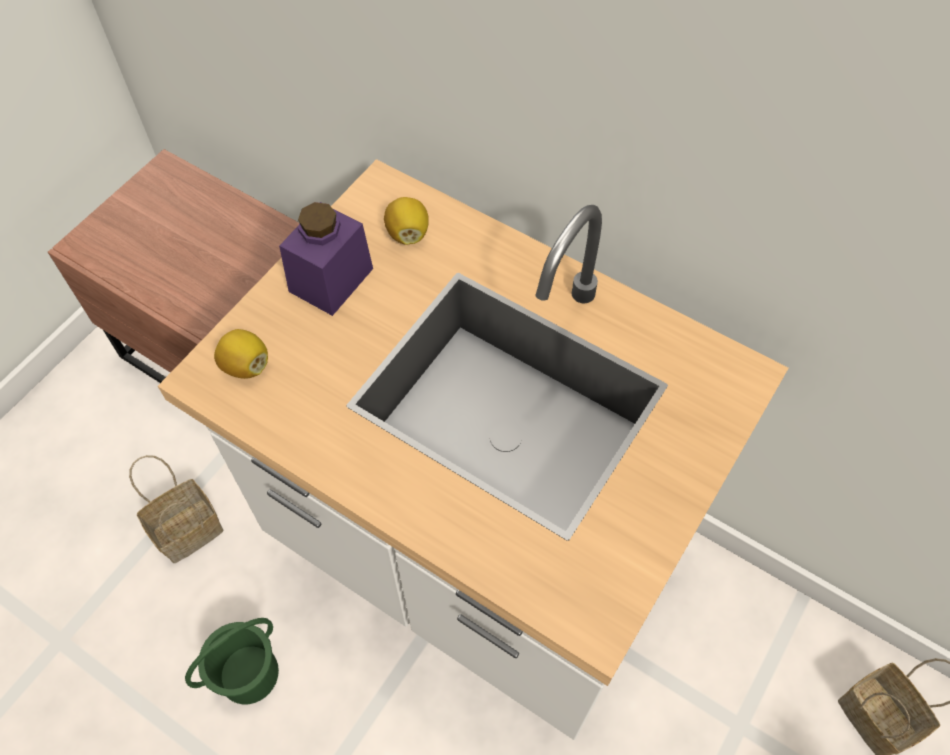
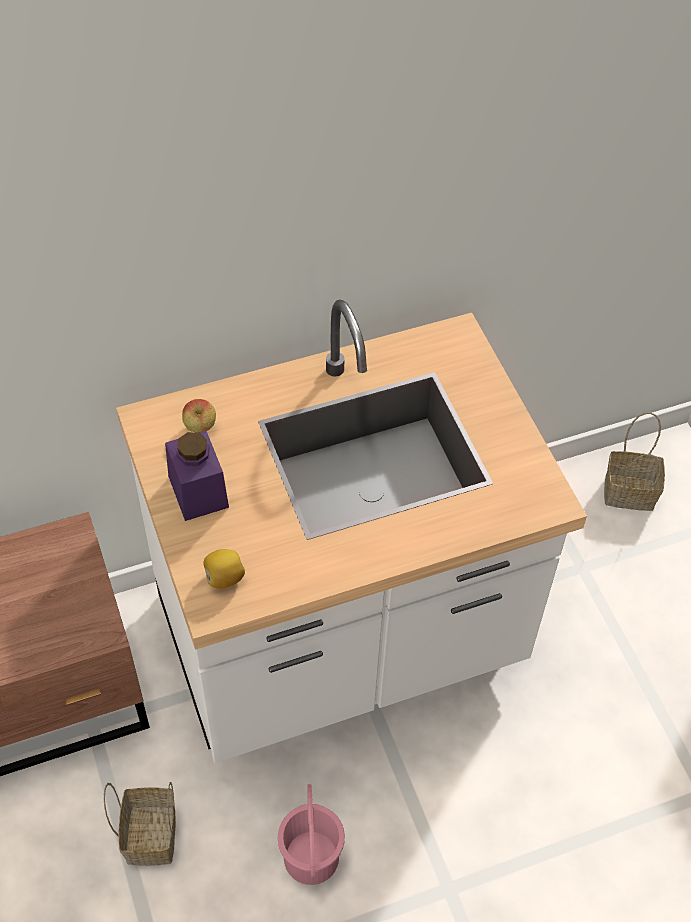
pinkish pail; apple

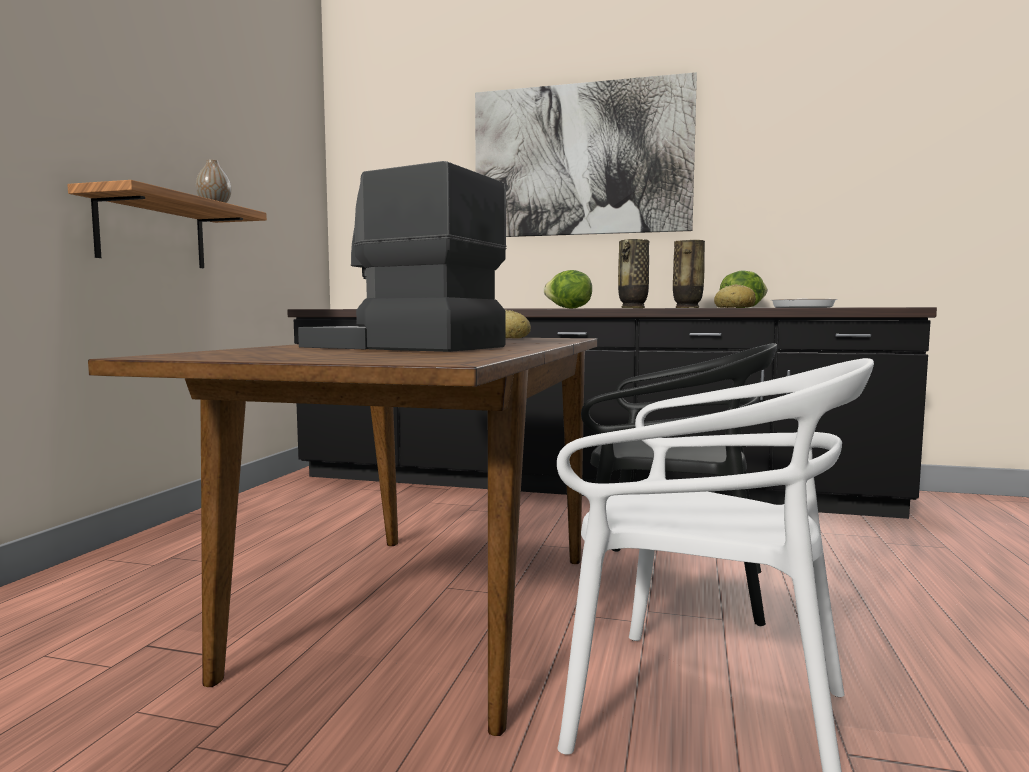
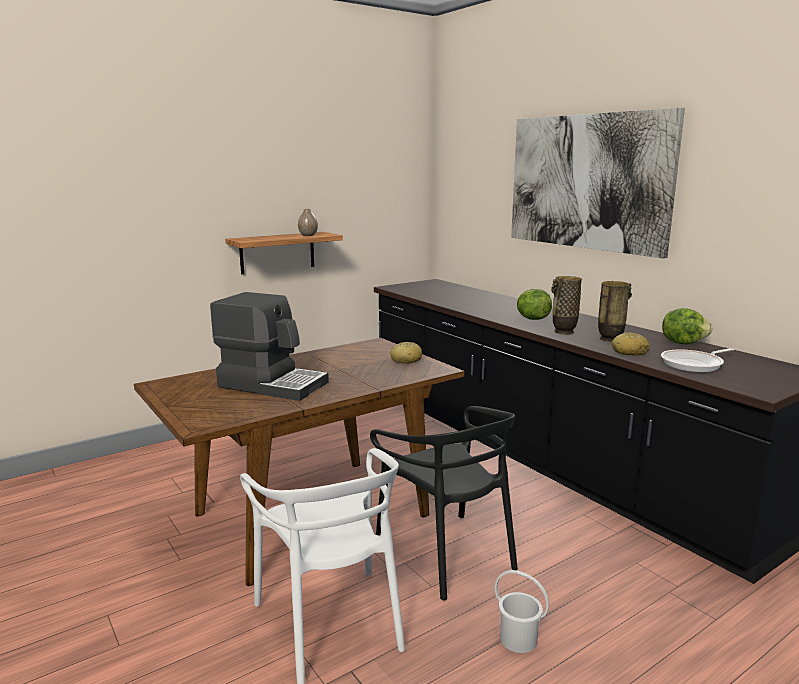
coffee machine; white pail

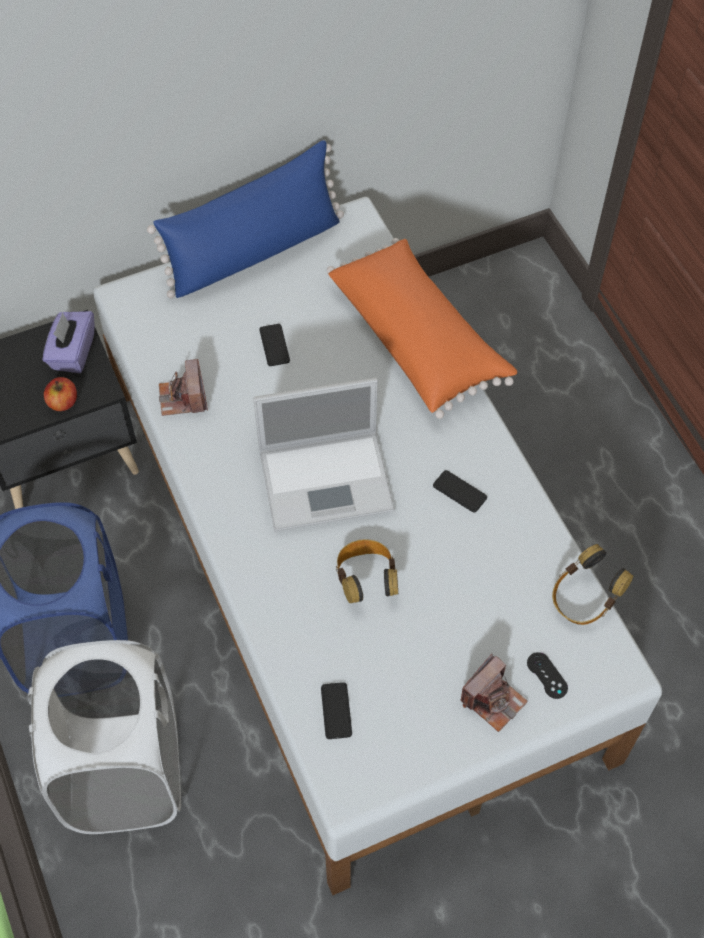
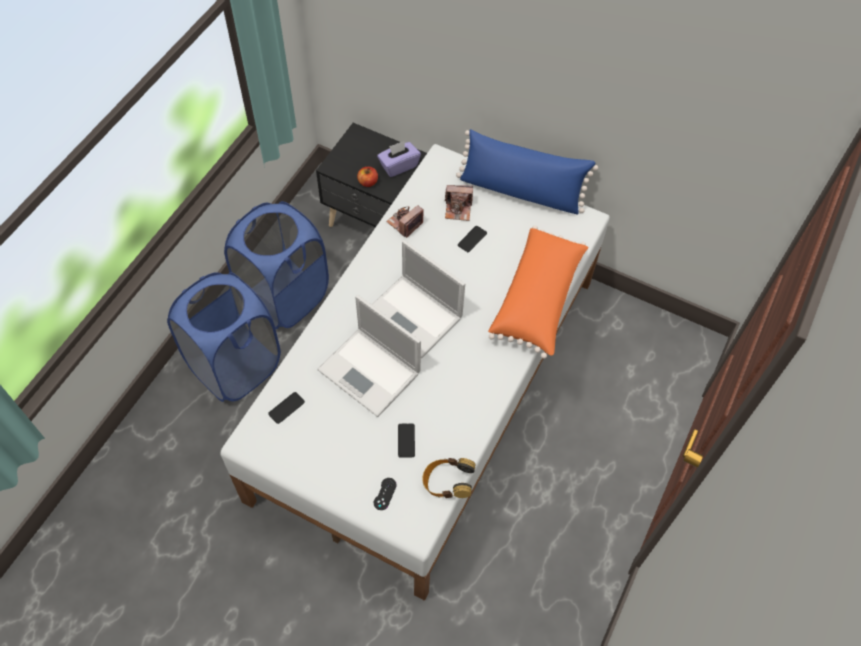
blue-coloured washing basket (1st from left); notebook computer (1st from left); phone (2nd from left); photo camera (2nd from left)

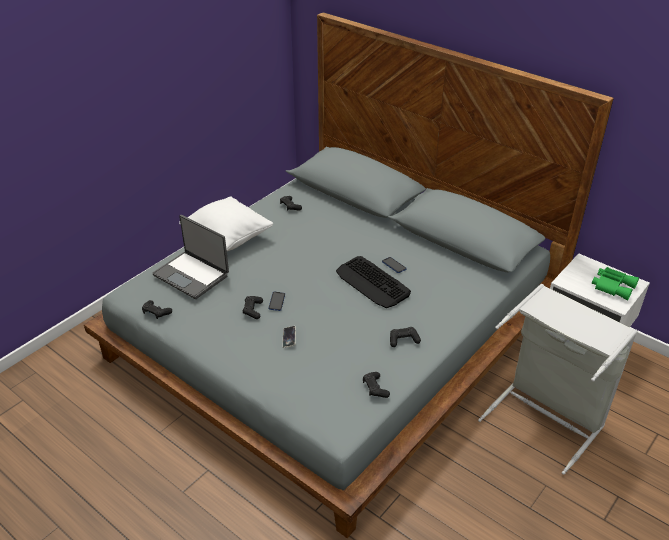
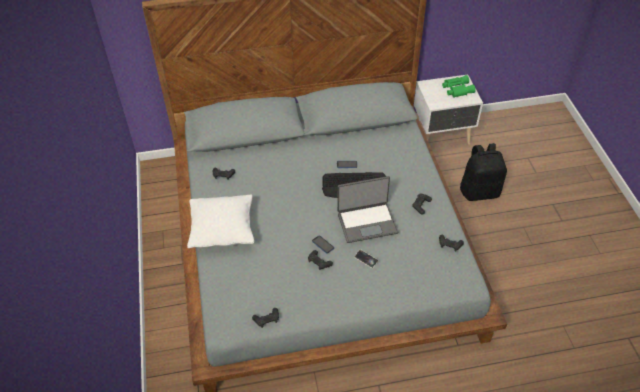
notebook computer; black-coloured knapsack

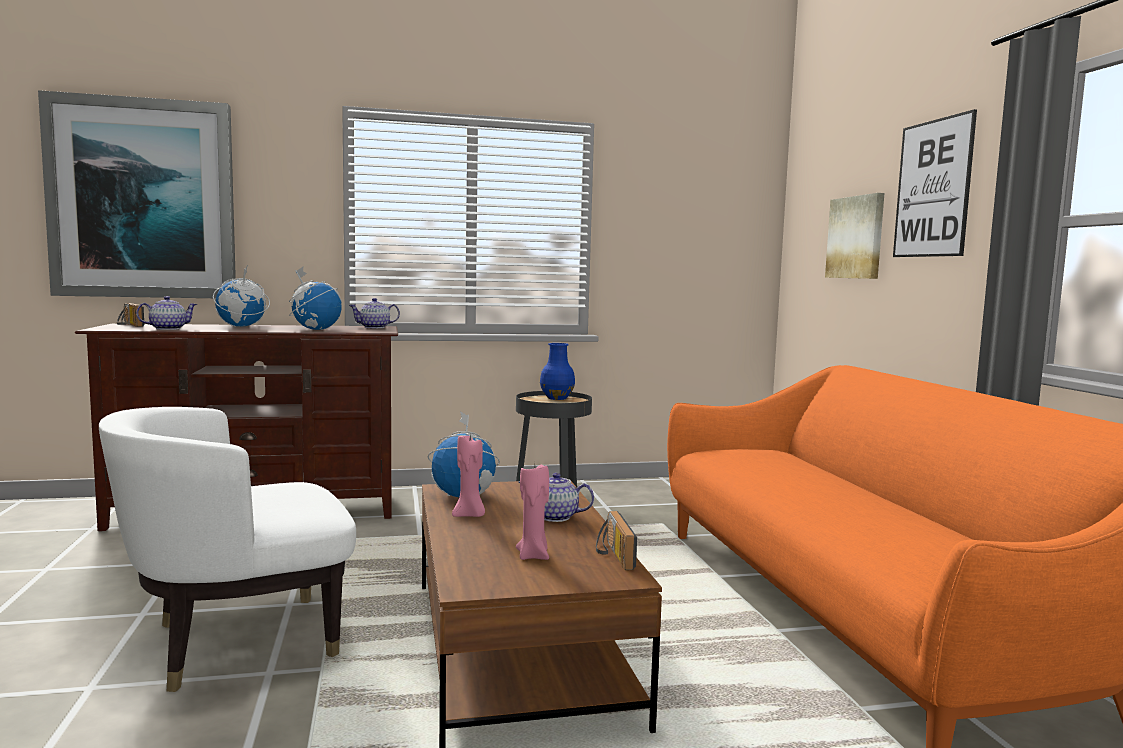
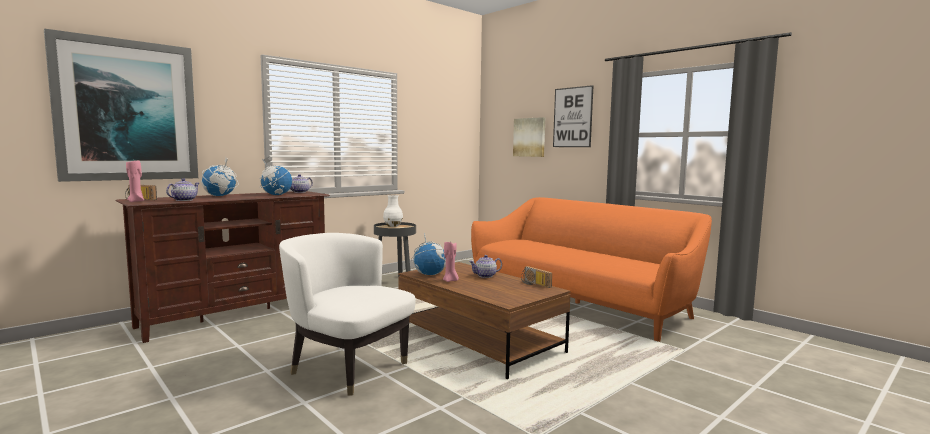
white armchair; pinkish wax light (1st from left); white flower vase

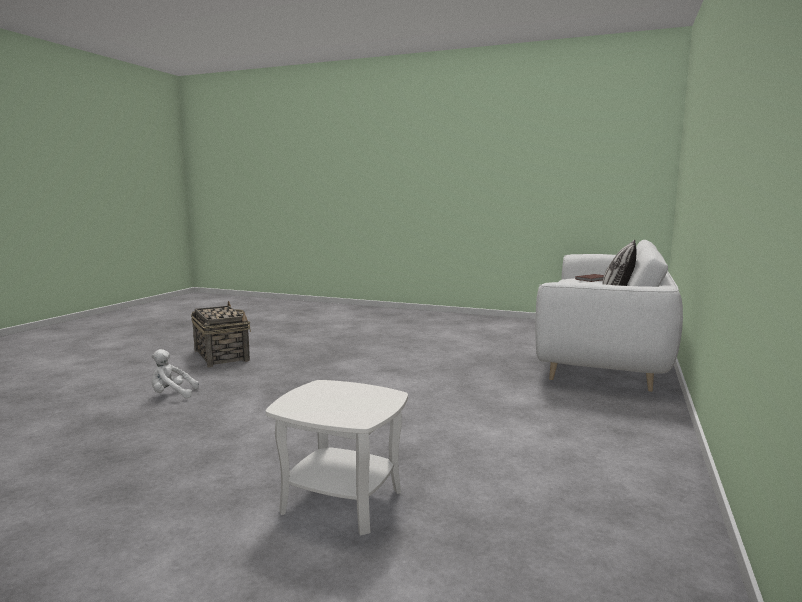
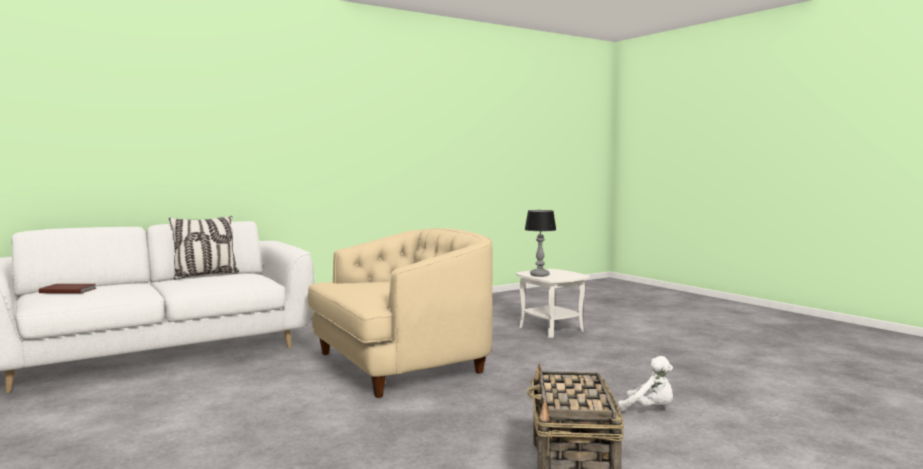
beige armchair; lamp for a table

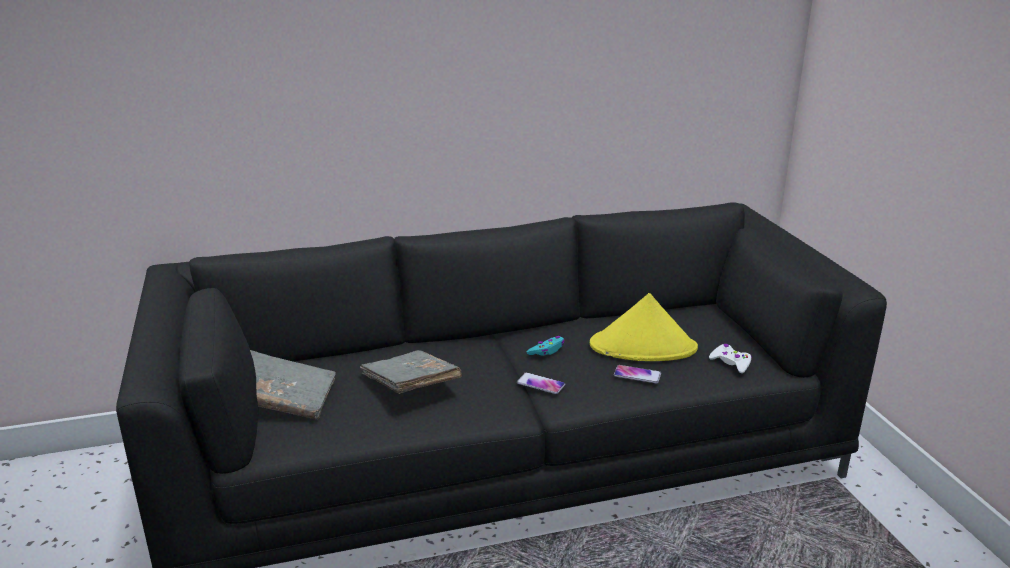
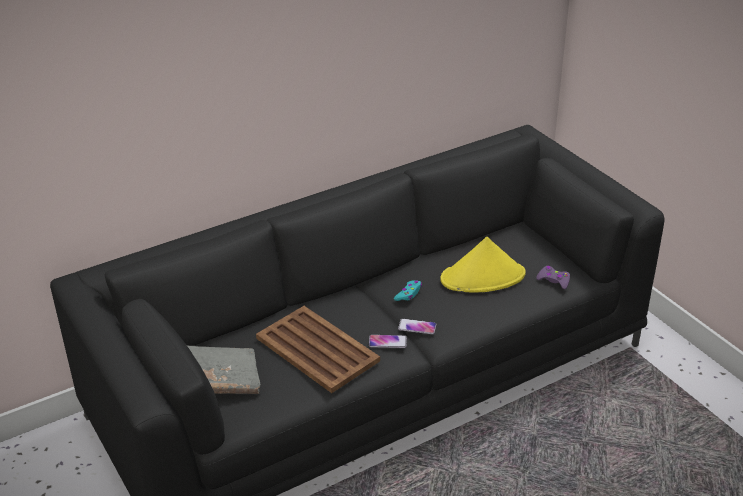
brownish serving tray; phone (1st from left); purplish gamepad

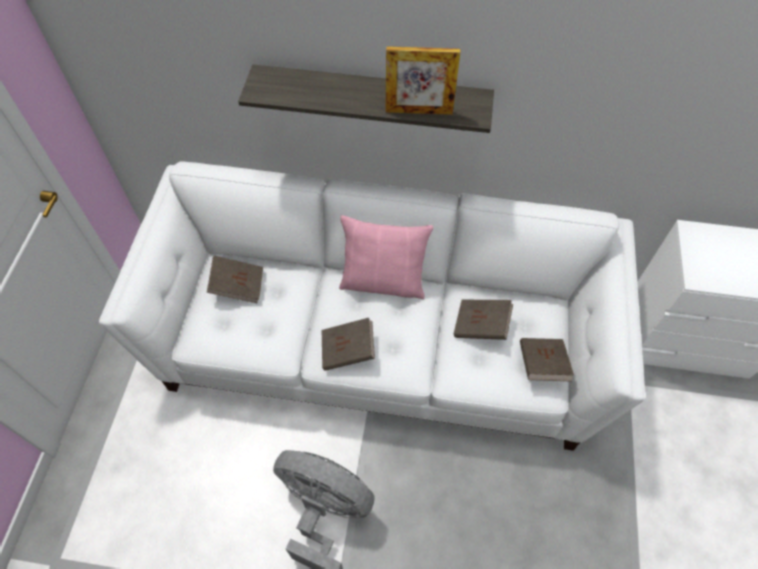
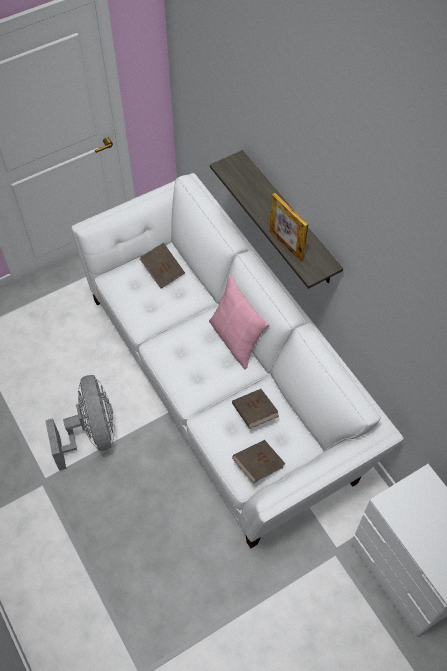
brownish volume (2nd from left in the first image)

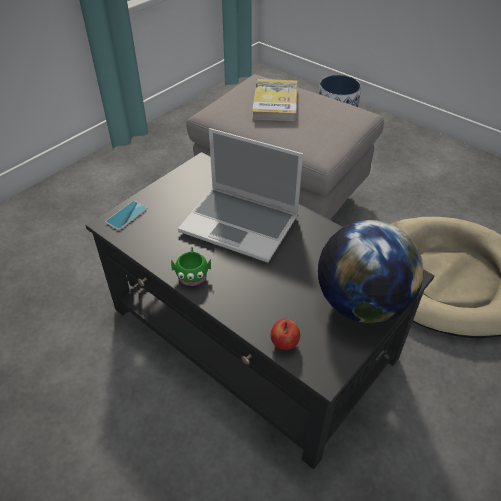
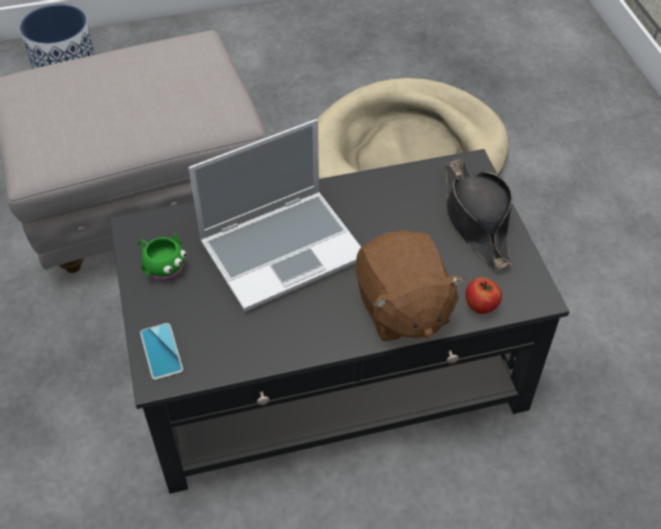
green-coloured mug; volume; black-coloured wearable hat; brownish plush toy

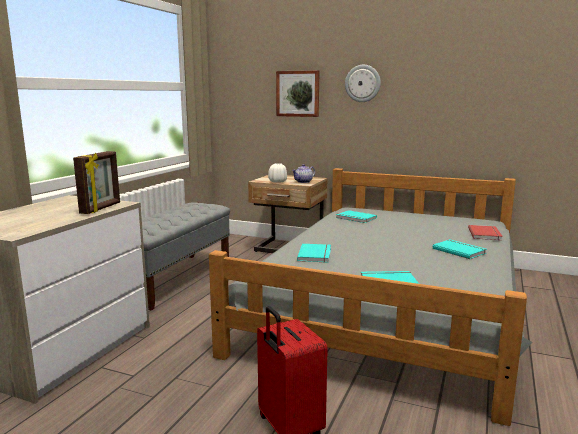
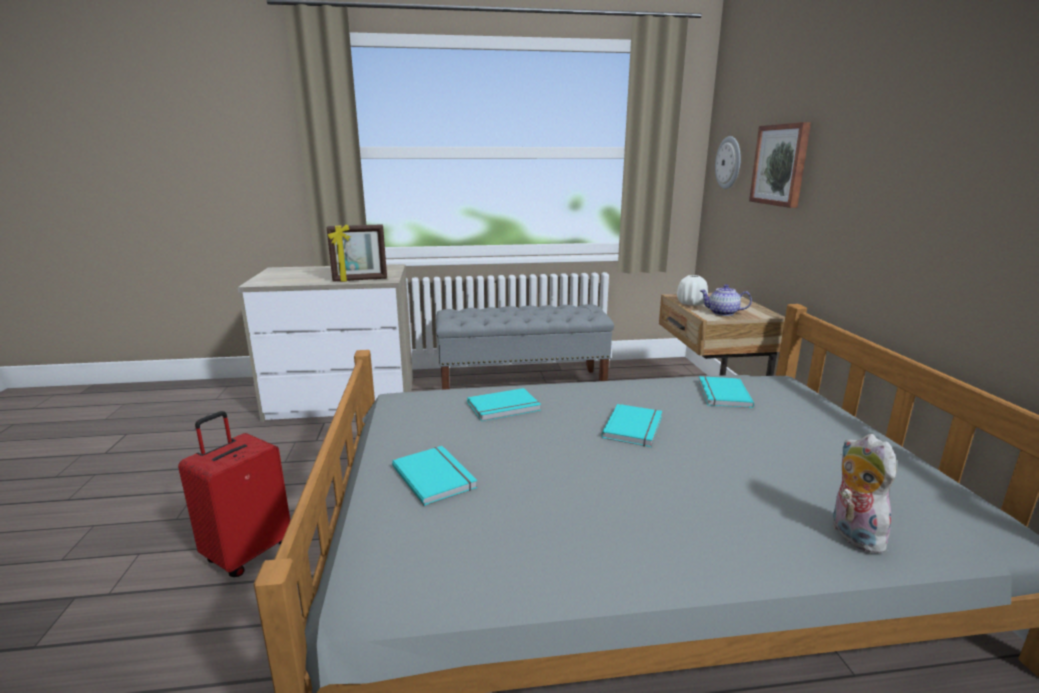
clock on the wall; turquoise volume (3rd from left); plush toy

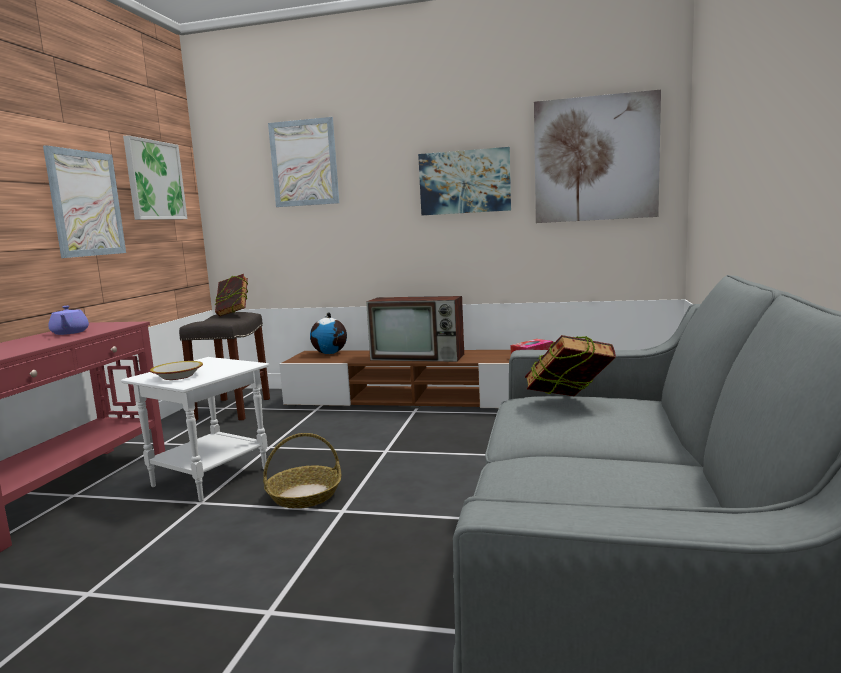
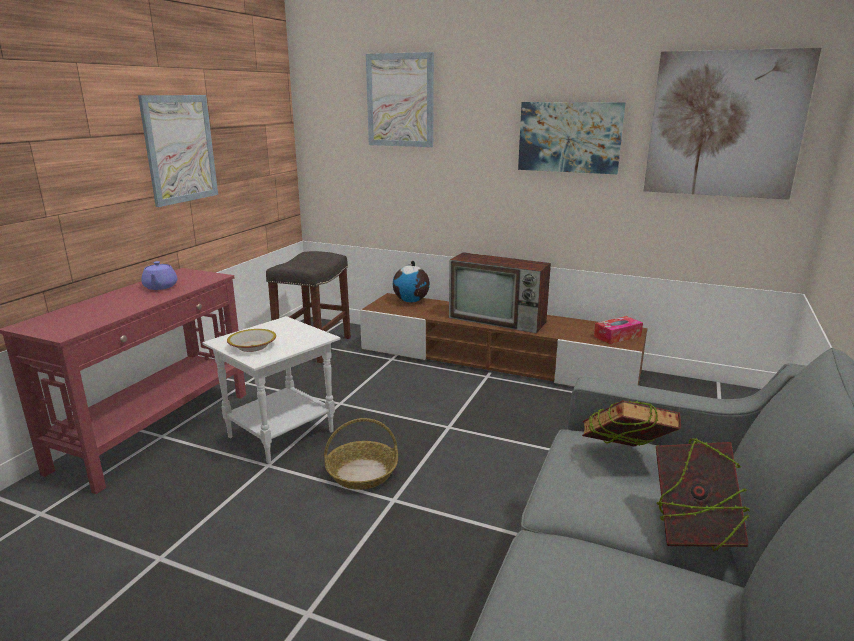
wall art (2nd from left in the first image); volume (2nd from left)

